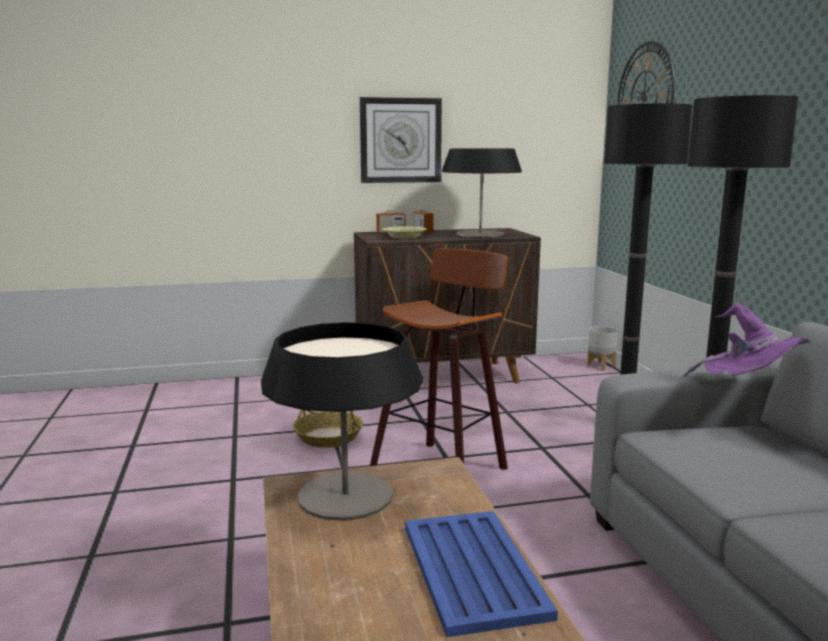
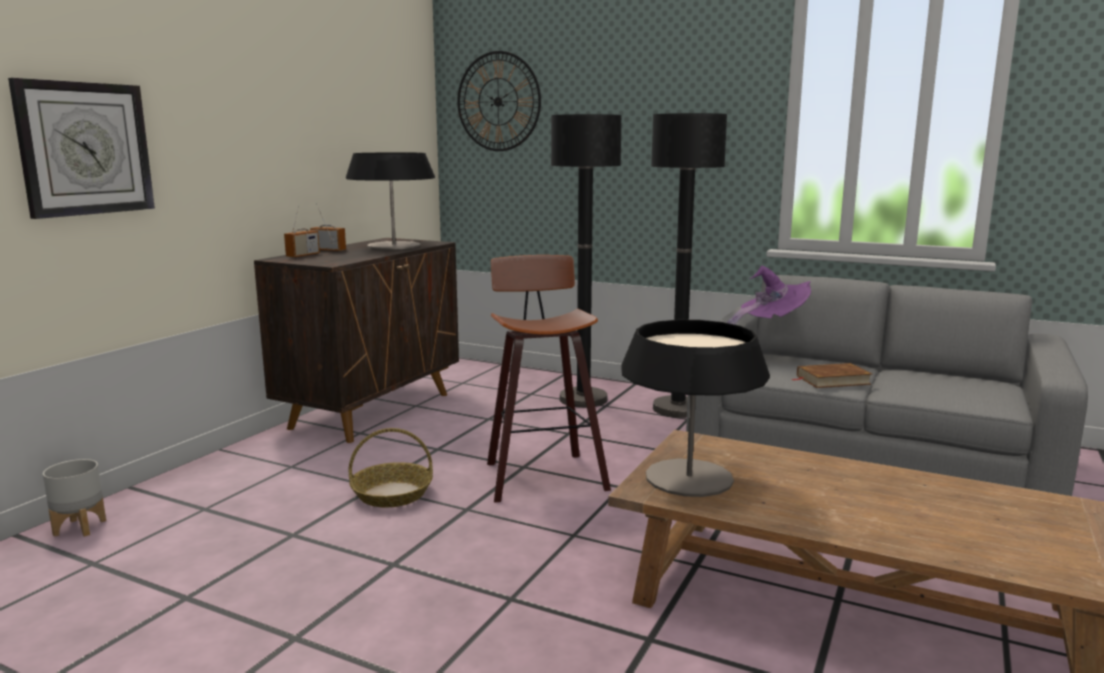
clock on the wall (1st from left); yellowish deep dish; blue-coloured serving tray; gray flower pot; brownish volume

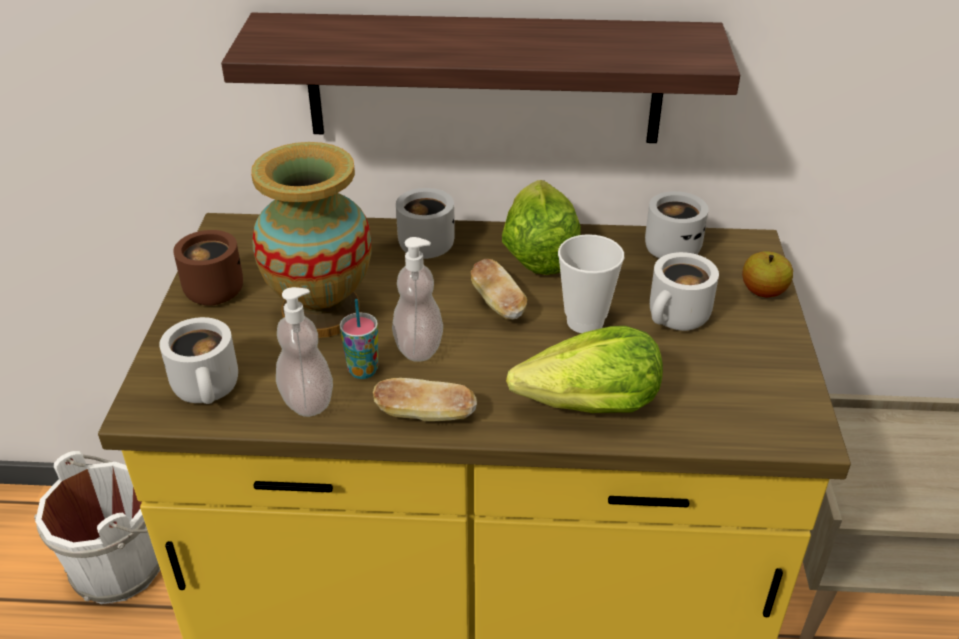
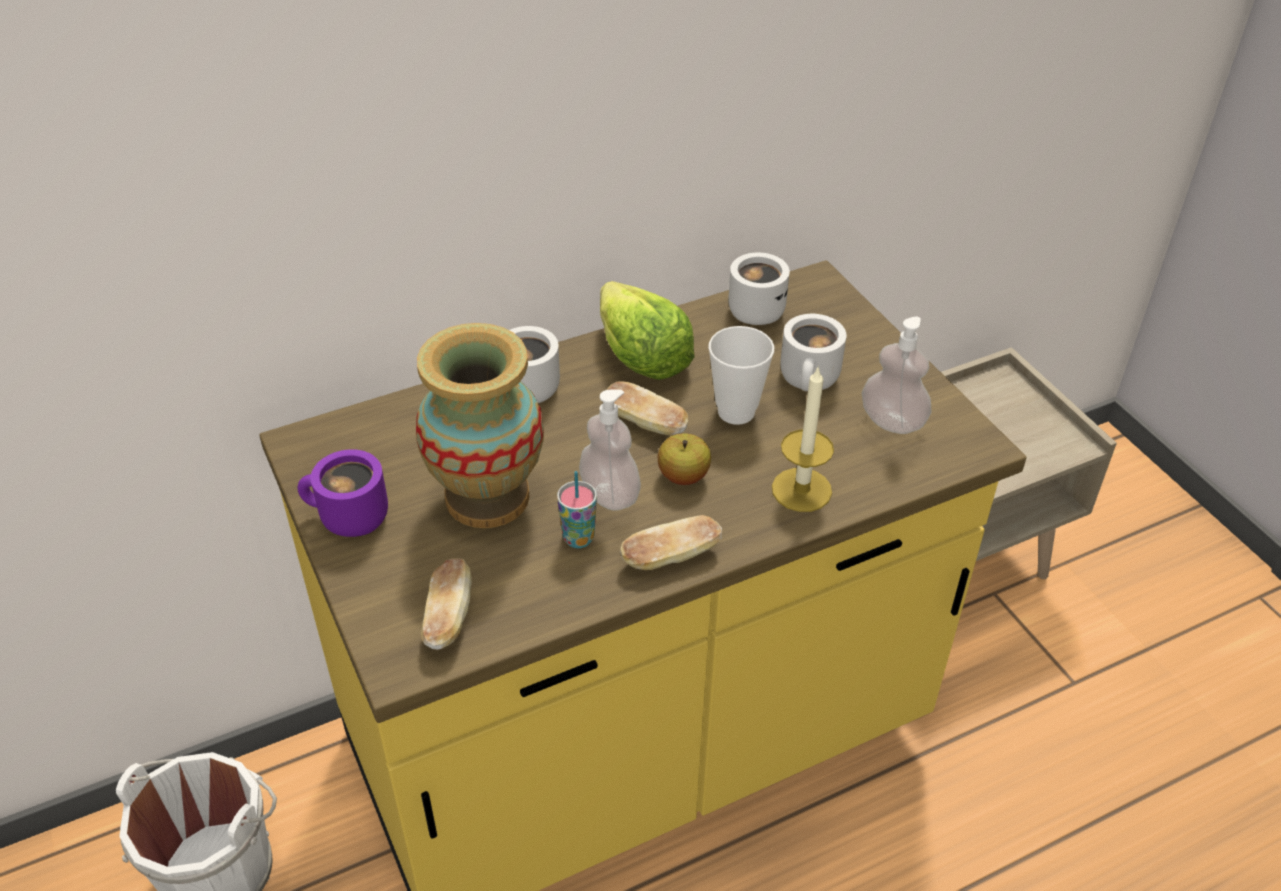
bread (1st from left); purplish mug; wall shelf; soap dispenser (2nd from left); wax light; apple

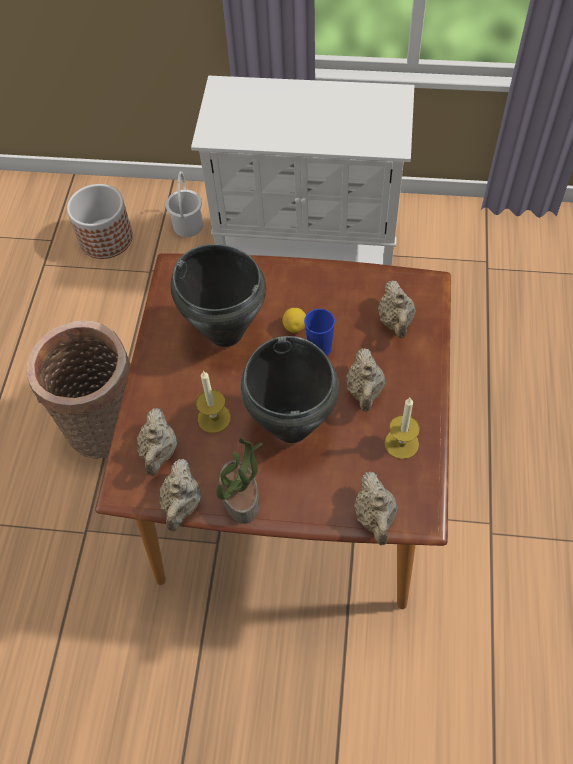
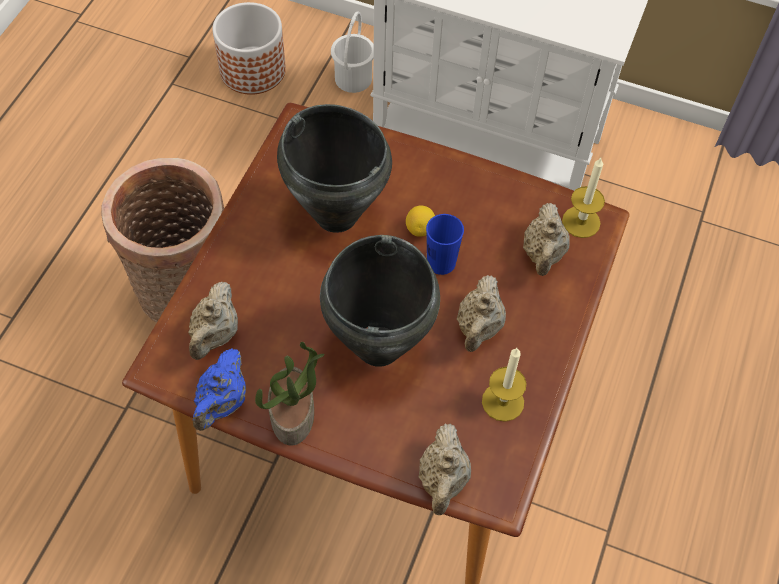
blue-coloured teapot; wax light (2nd from left)

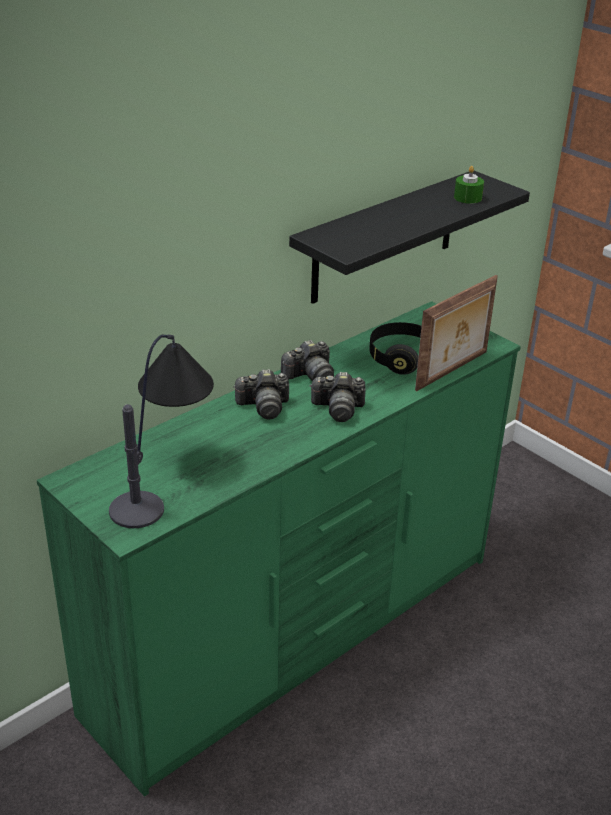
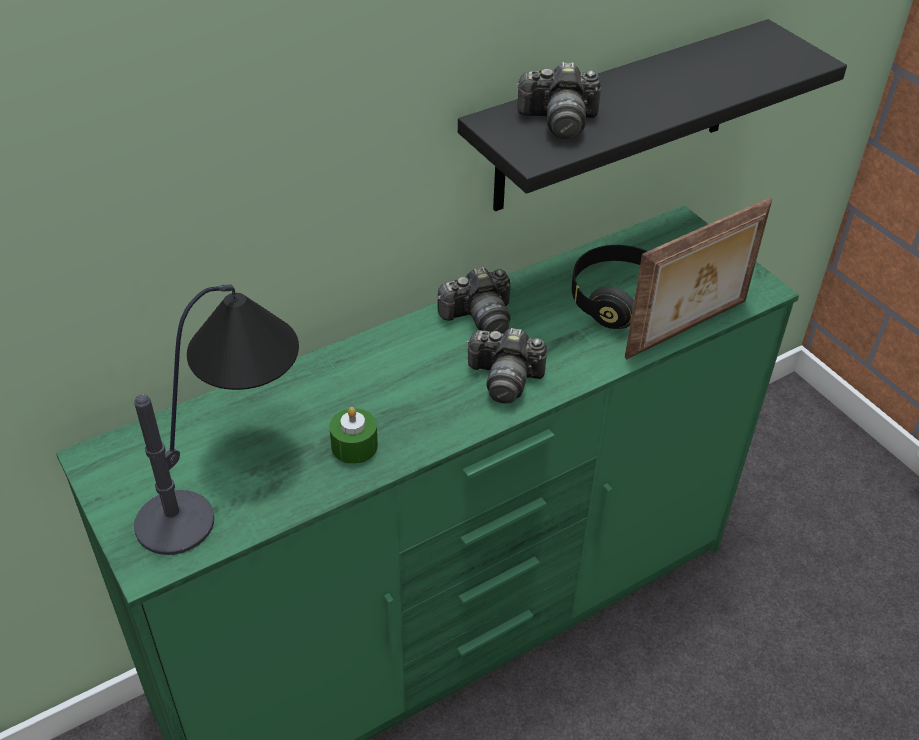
photo camera (3rd from left); green-coloured wax light

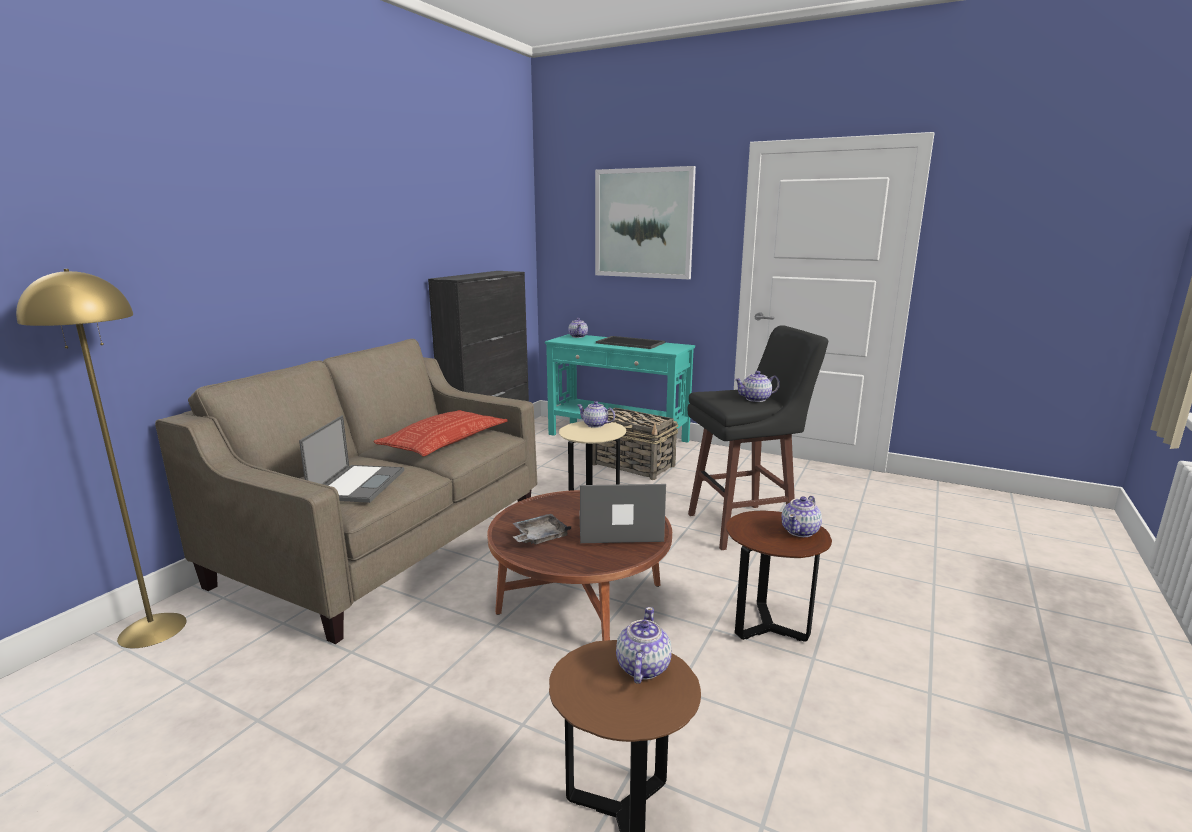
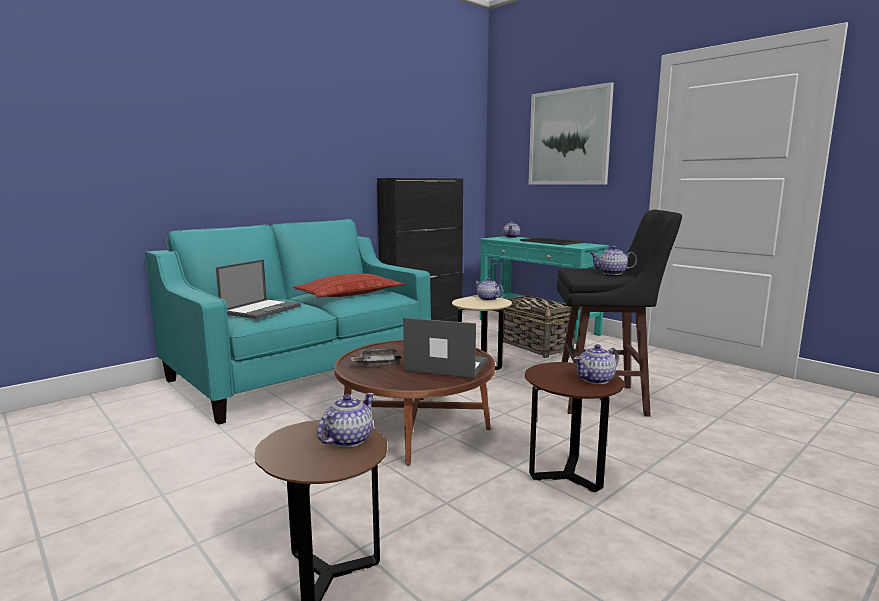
yellowish floor lamp; turquoise sofa

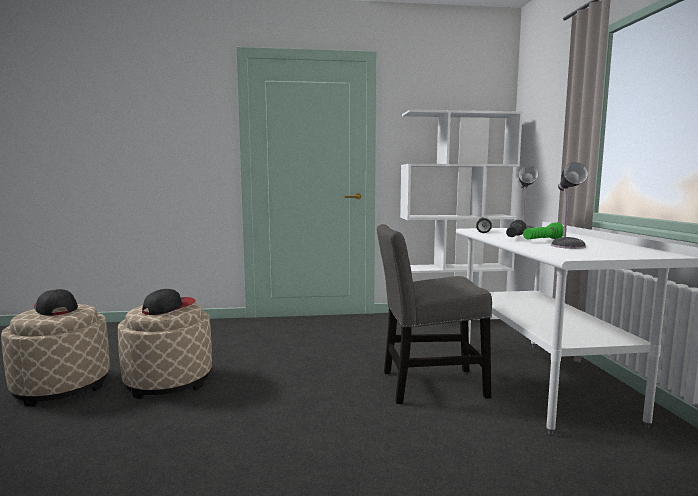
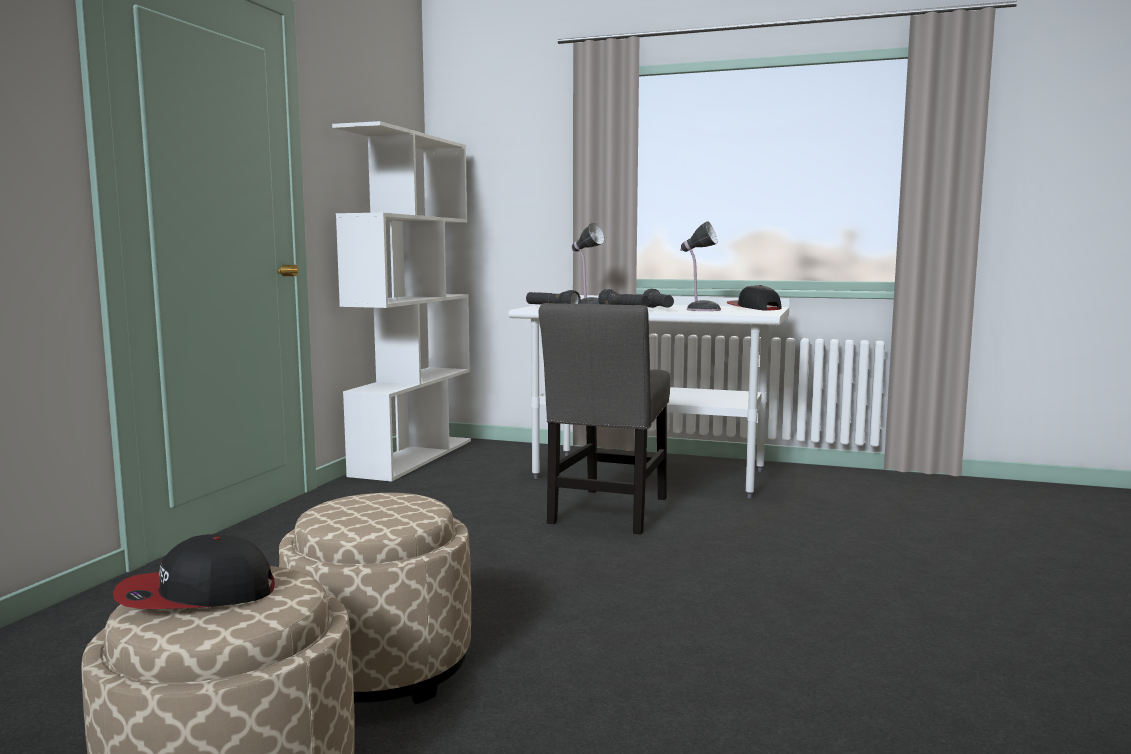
cap (2nd from left); black-coloured flashlight (3rd from left)

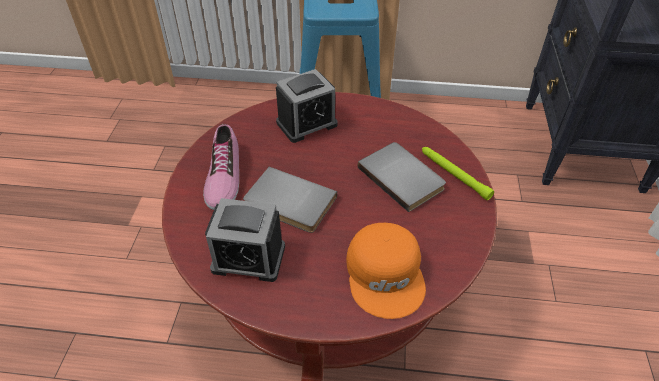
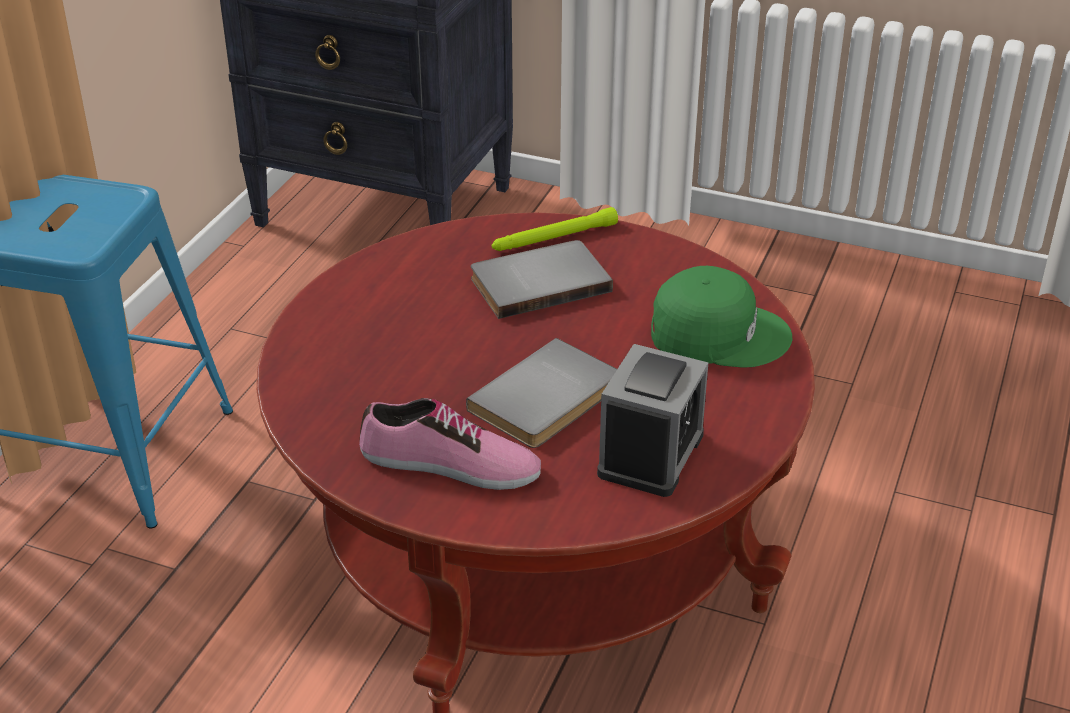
bedside clock (2nd from left in the first image); green-coloured cap

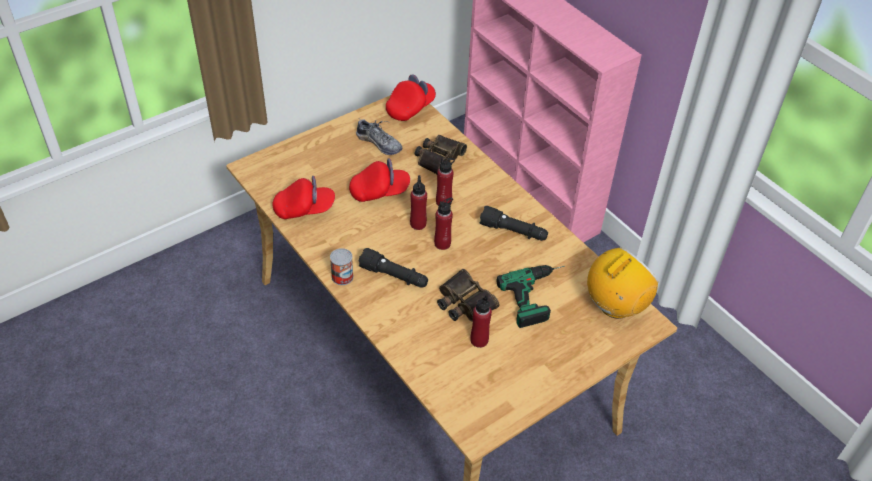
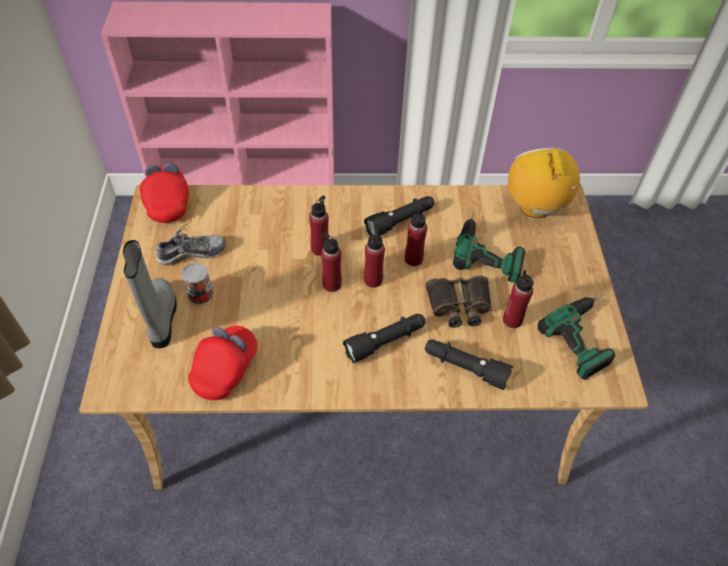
can; reddish cap (2nd from left in the first image); pair of binoculars (1st from left in the first image); gray high-top boot; reddish beverage bottle (4th from left); black-coloured flashlight (3rd from left); electric drill (2nd from left)

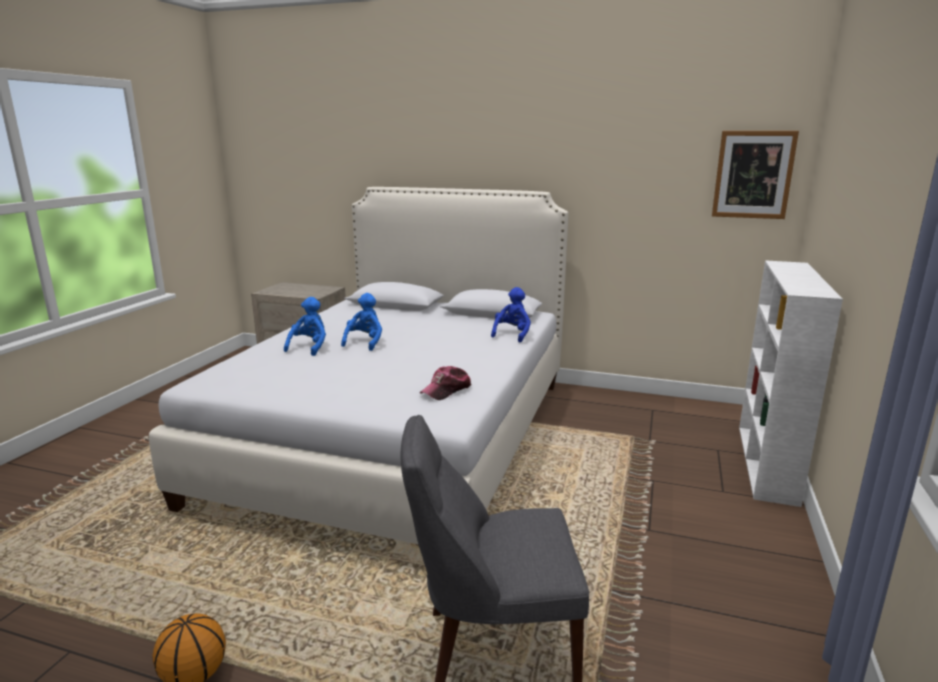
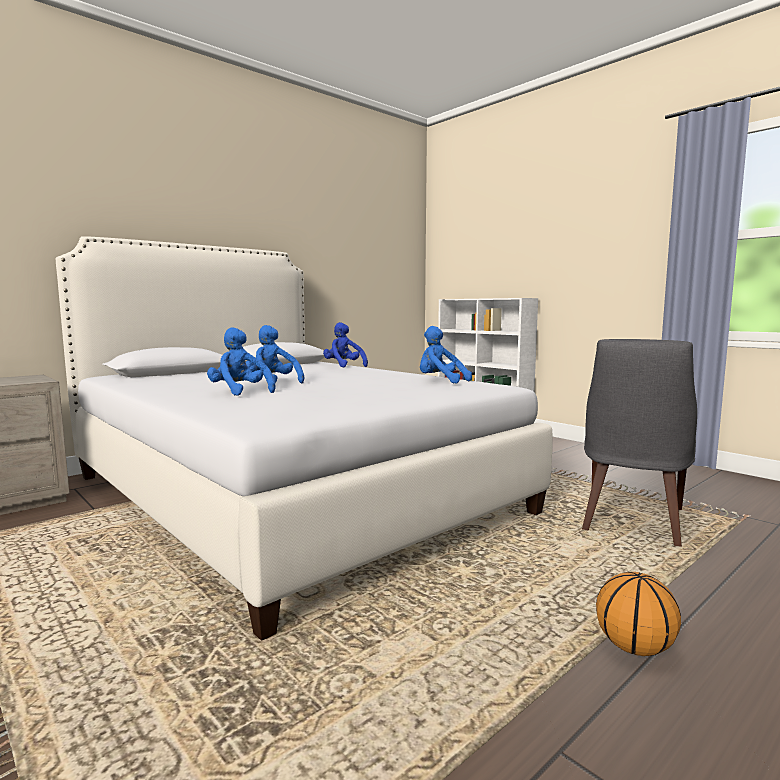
blue-coloured plush toy (4th from left); wall art

